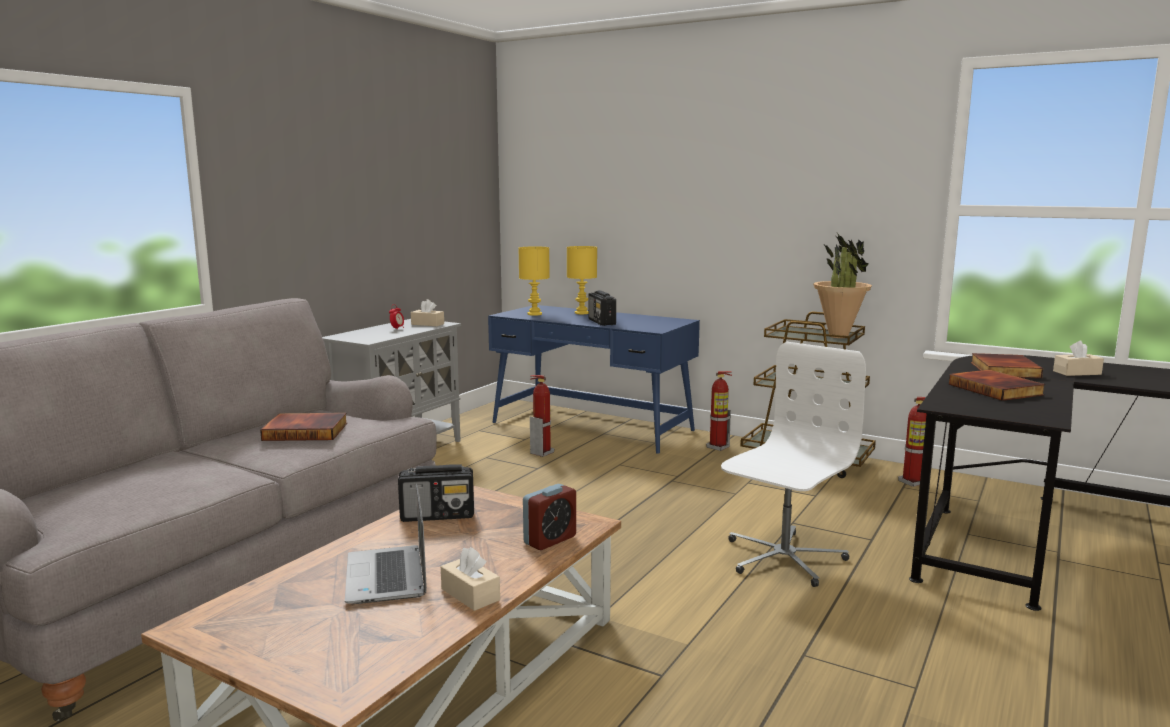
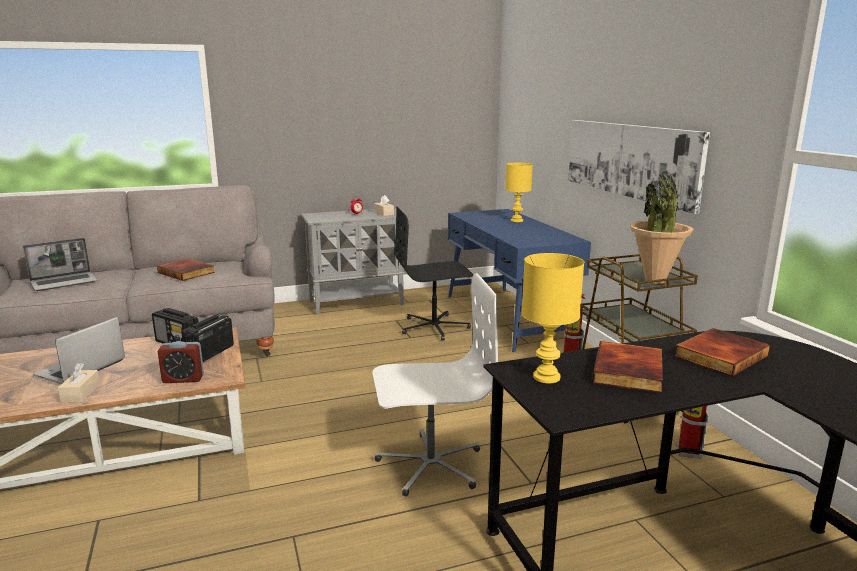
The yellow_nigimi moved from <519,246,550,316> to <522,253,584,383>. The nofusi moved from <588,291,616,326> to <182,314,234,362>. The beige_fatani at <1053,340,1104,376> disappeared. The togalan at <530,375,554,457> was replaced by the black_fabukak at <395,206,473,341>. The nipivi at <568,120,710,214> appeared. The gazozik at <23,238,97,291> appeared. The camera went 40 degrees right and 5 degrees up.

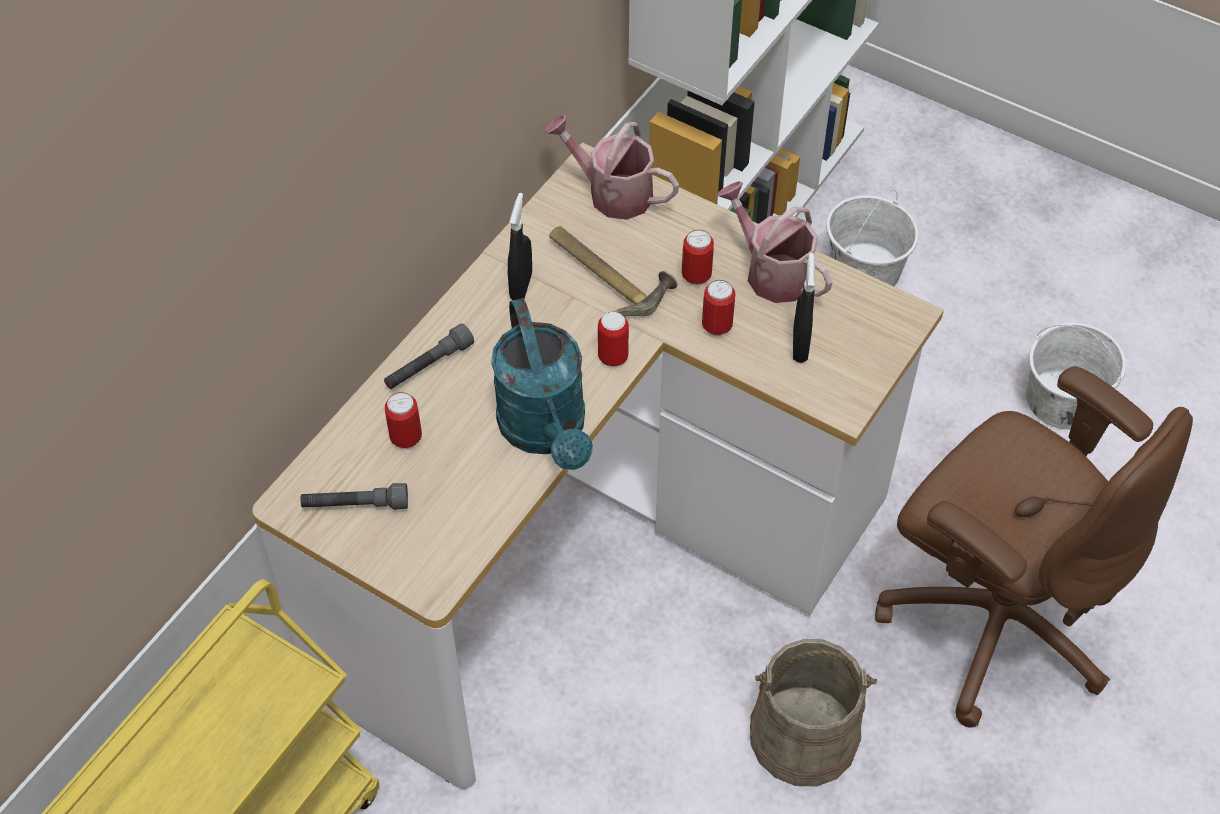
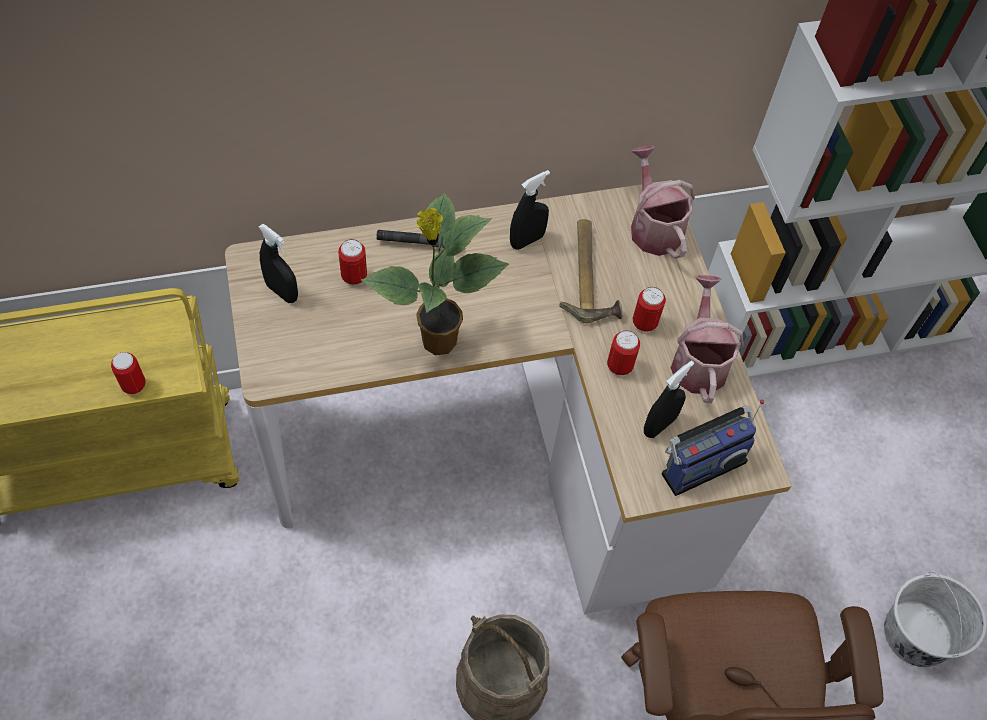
The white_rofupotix at <826,190,919,286> disappeared. The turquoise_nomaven at <491,298,593,470> was replaced by the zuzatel at <361,193,509,355>. The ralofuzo moved from <598,312,629,367> to <111,352,146,395>. The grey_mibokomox at <300,483,408,510> was replaced by the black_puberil at <259,224,298,303>. The nofusi at <662,400,765,496> appeared. The camera went 40 degrees right and 5 degrees up.

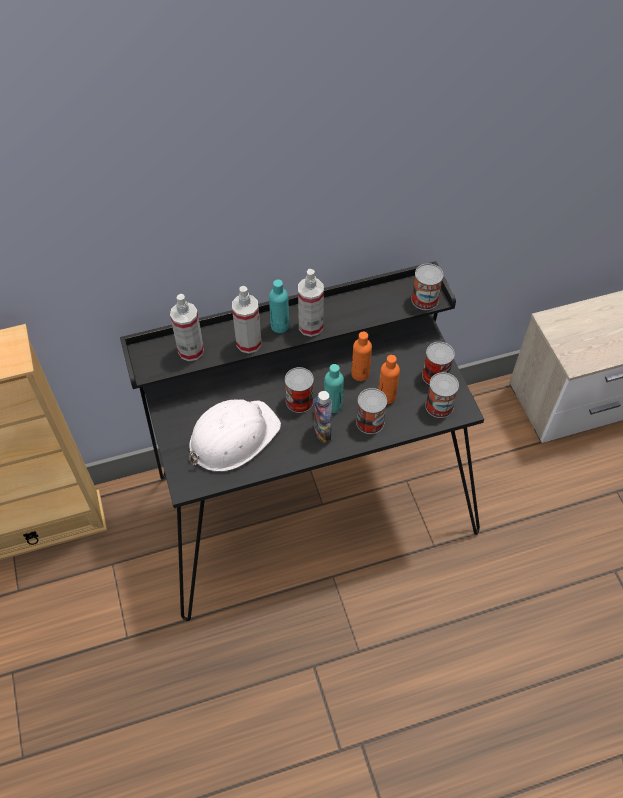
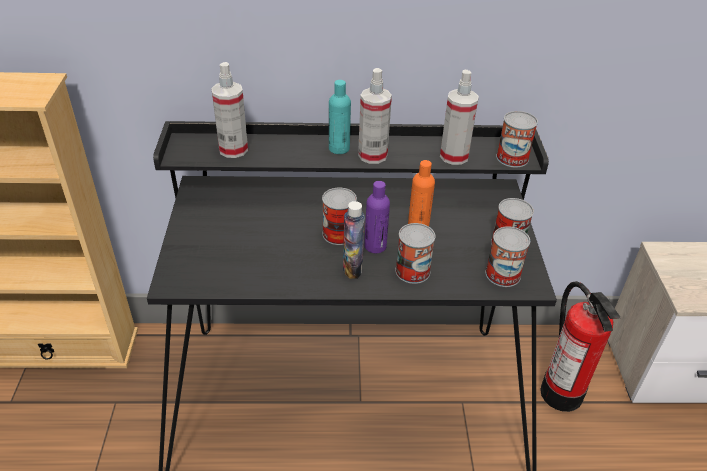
The puberil moved from <232,286,261,353> to <440,70,479,165>. The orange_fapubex at <378,355,400,404> disappeared. The turquoise_fapubex at <324,364,344,413> became the purple_fapubex at <364,181,390,253>. The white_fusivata at <189,399,281,472> disappeared. The togalan at <540,281,621,412> appeared. The camera went 15 degrees right and 15 degrees down.

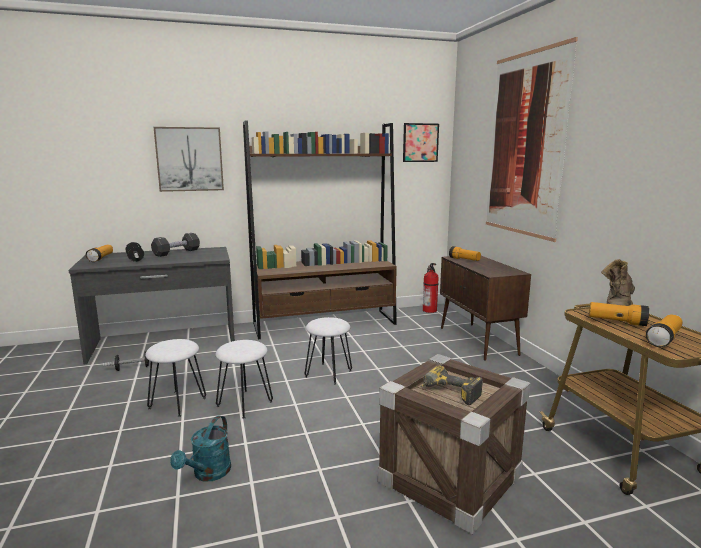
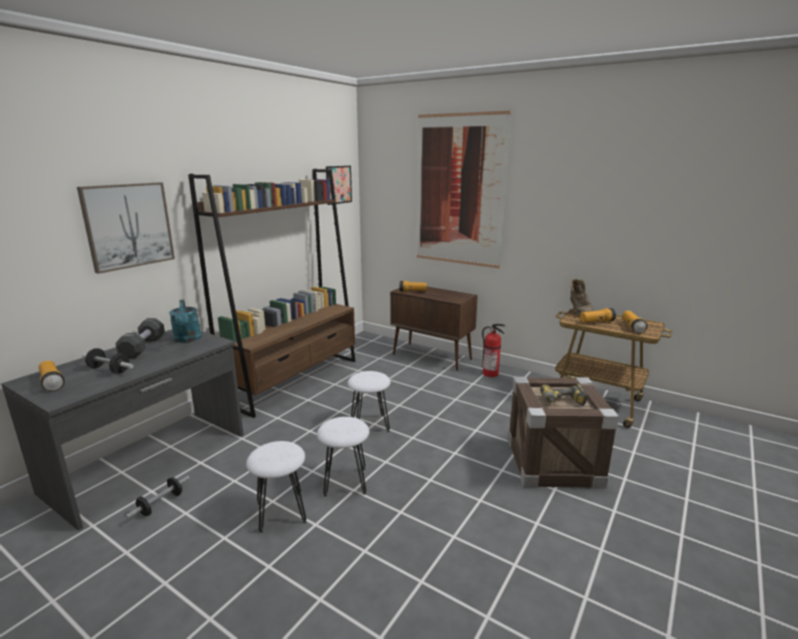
The togalan moved from <423,263,439,313> to <482,324,505,377>. The turquoise_nomaven moved from <170,415,231,482> to <169,300,202,343>. The camera went 40 degrees left and 5 degrees up.

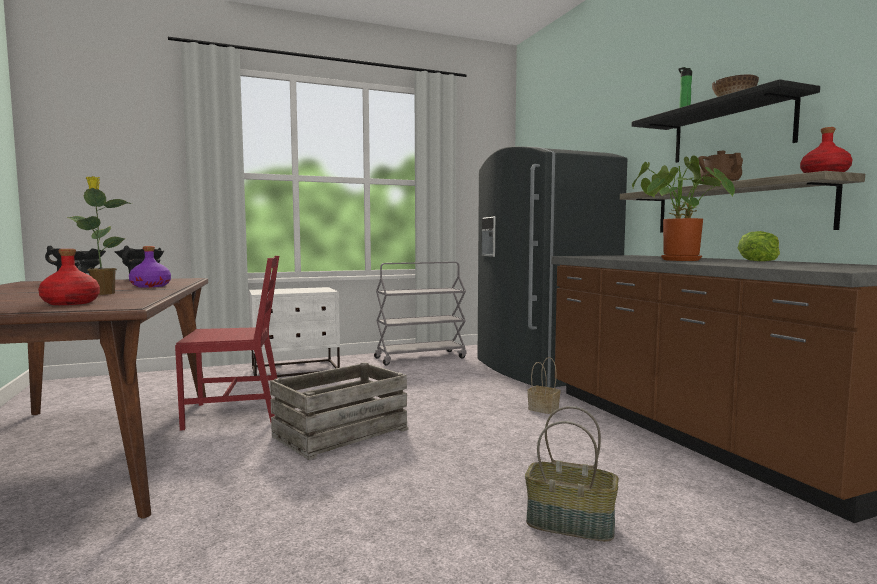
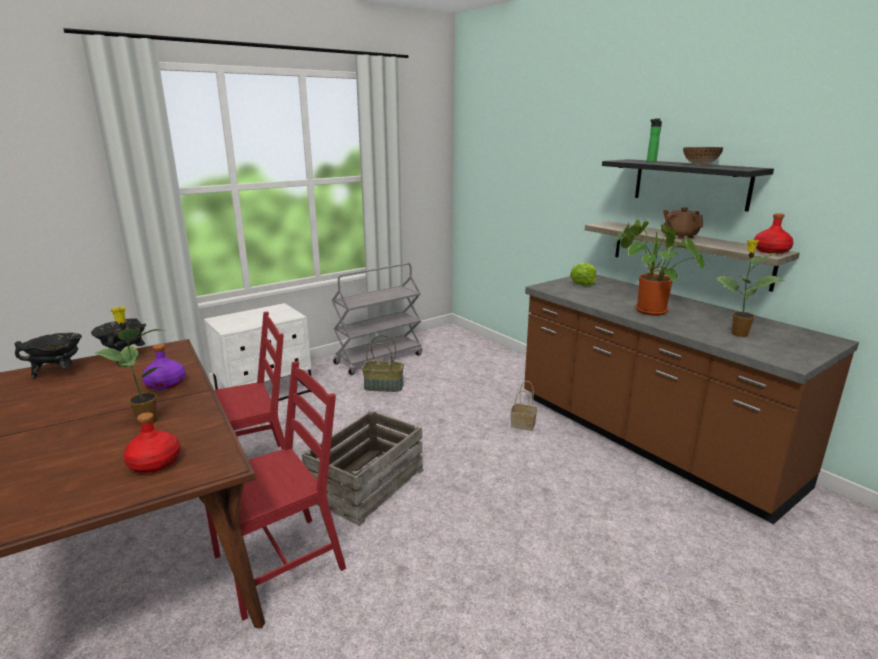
The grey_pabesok at <478,146,627,388> disappeared. The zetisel moved from <738,231,780,261> to <570,263,597,286>. The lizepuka moved from <525,406,619,542> to <362,335,404,392>. The zuzatel at <715,239,785,337> appeared. The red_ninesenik at <205,361,346,621> appeared. The camera went 15 degrees left and 15 degrees up.

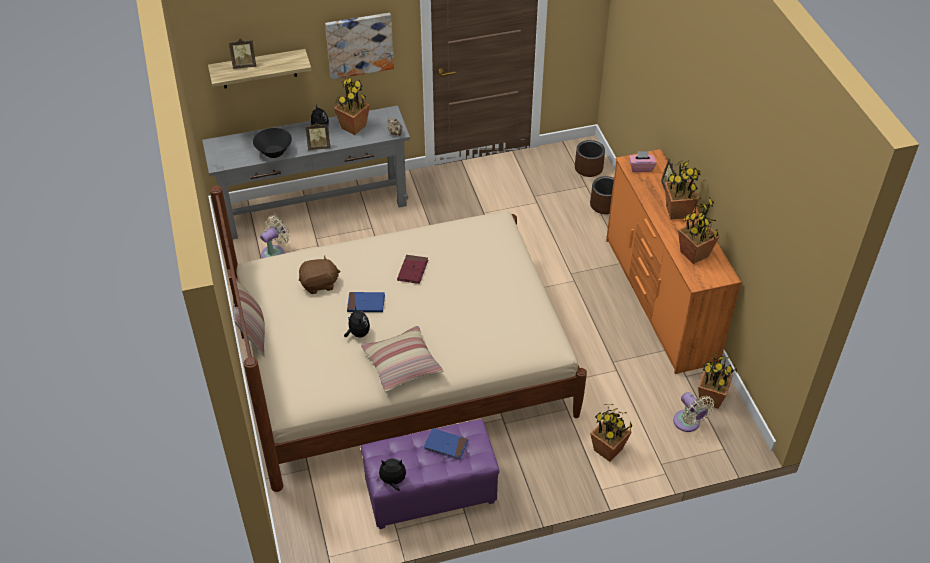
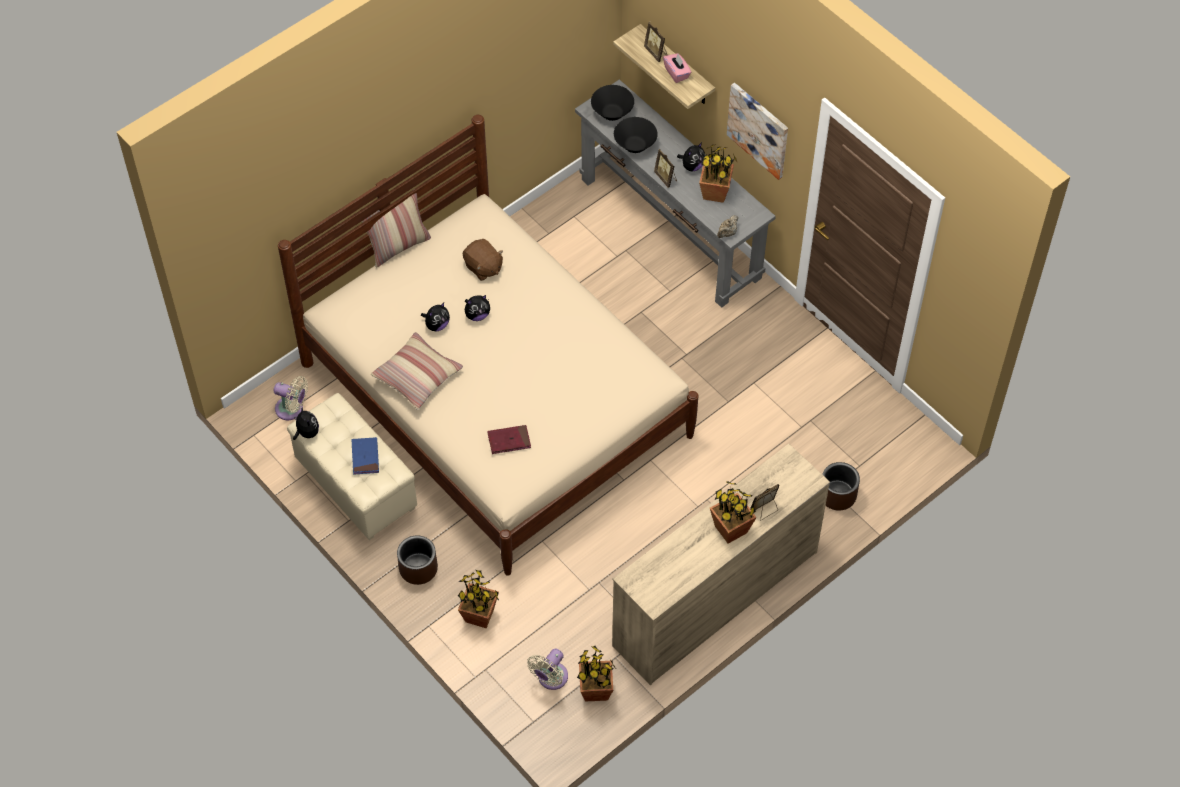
The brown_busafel moved from <575,140,605,177> to <397,535,438,585>. The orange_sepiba at <606,149,741,374> became the beige_sepiba at <612,444,830,685>. The pink_fatani moved from <629,151,656,172> to <663,53,692,83>. The zuzatel at <678,197,720,264> disappeared. The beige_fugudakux moved from <260,215,290,258> to <274,376,308,420>. The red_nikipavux moved from <397,255,428,284> to <487,425,531,454>. The blue_nikipavux at <347,292,385,312> was replaced by the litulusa at <465,295,490,321>. The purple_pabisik at <361,419,499,529> became the beige_pabisik at <287,393,417,540>. The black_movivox at <591,85,634,121> appeared. The camera went 65 degrees right and 10 degrees up.

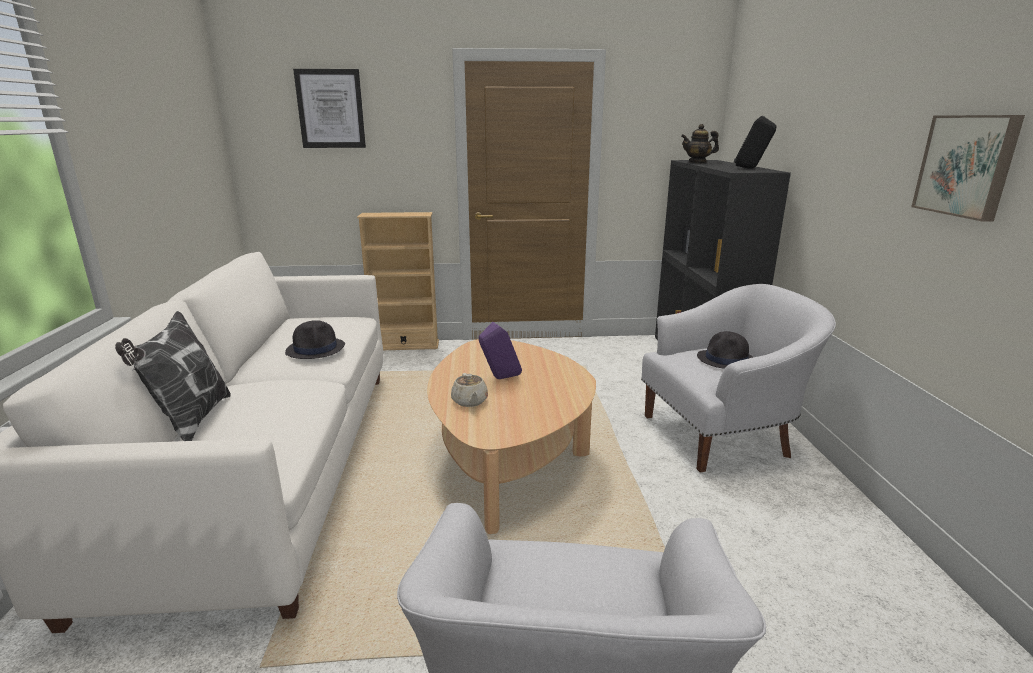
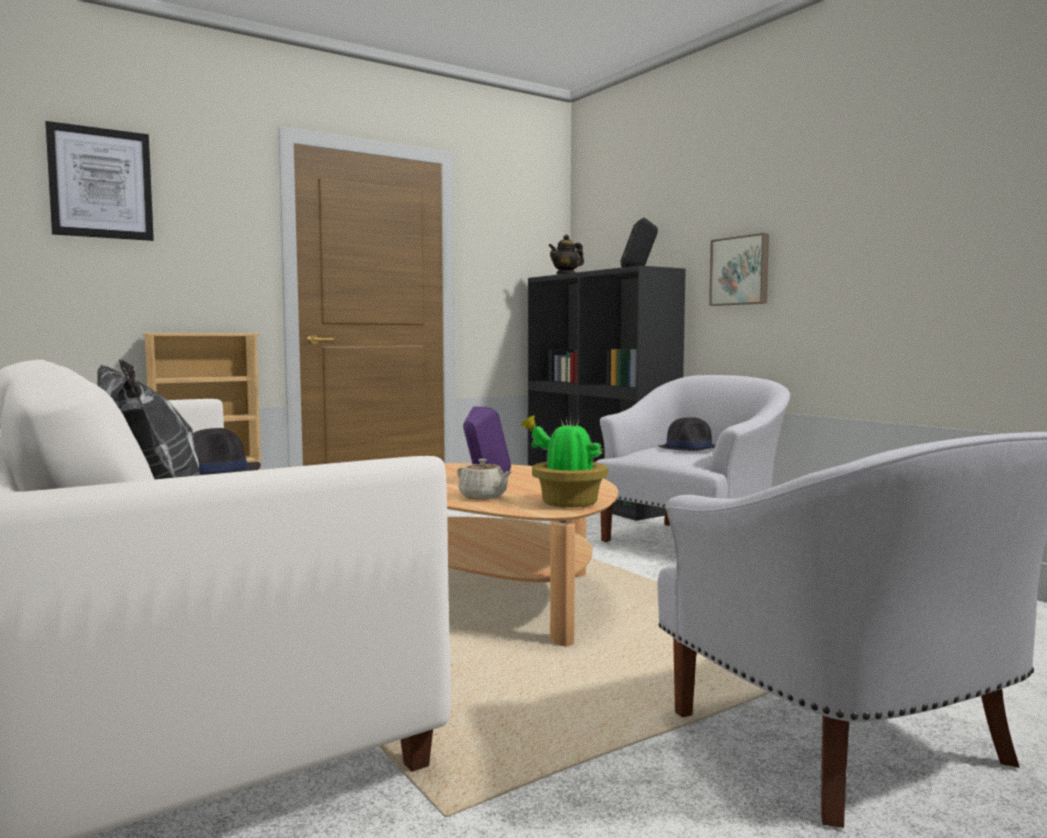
The nipivi moved from <911,115,1025,222> to <709,233,769,306>. The zuzatel at <520,415,608,508> appeared. The camera went 30 degrees left and 15 degrees down.

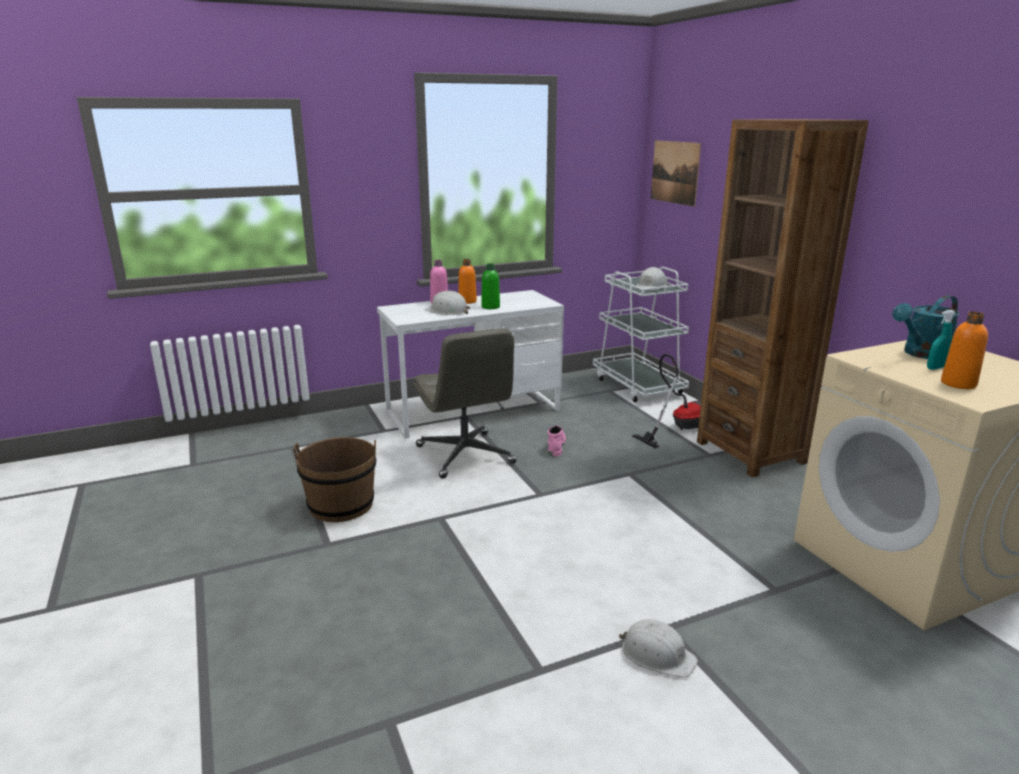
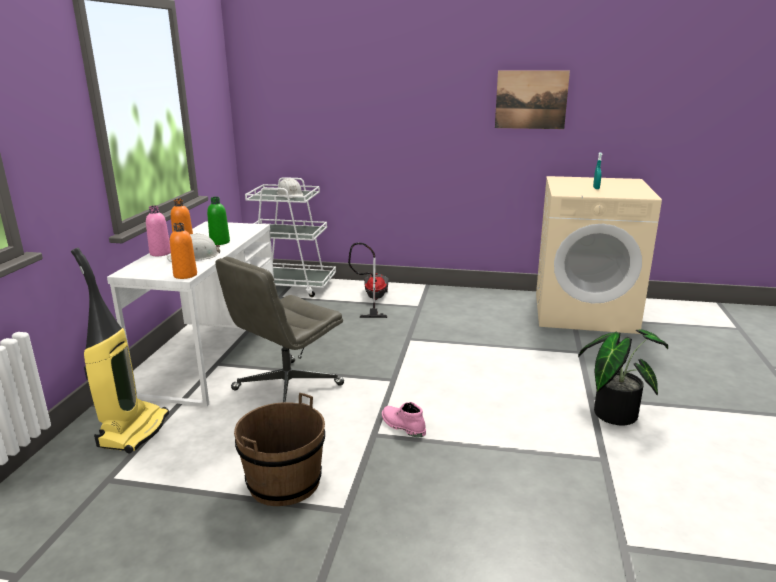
The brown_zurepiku at <697,119,869,477> disappeared. The nipivi moved from <651,140,701,207> to <495,71,570,129>. The turquoise_nomaven at <892,295,960,359> disappeared. The orange_fapubex moved from <941,312,988,389> to <170,222,197,279>. The grey_fabukak at <413,328,517,479> turned 120 degrees clockwise. The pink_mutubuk moved from <548,426,566,456> to <382,402,426,438>. The white_fusivata at <619,619,698,678> was replaced by the zuzatel at <578,329,668,425>. The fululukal at <71,248,169,454> appeared. The camera went 55 degrees left and 0 degrees up.

